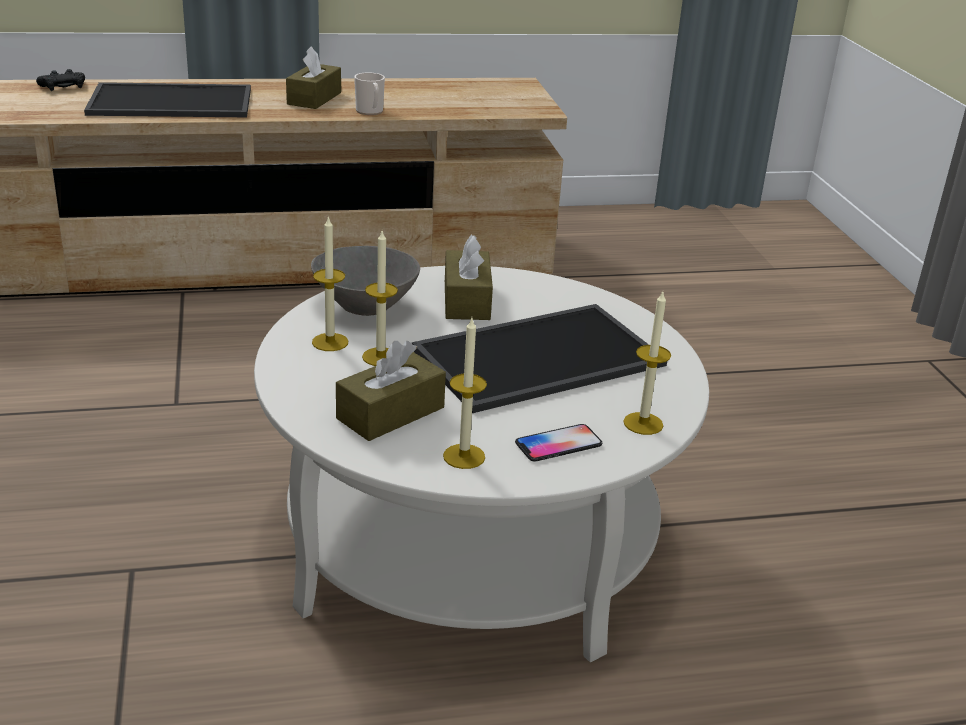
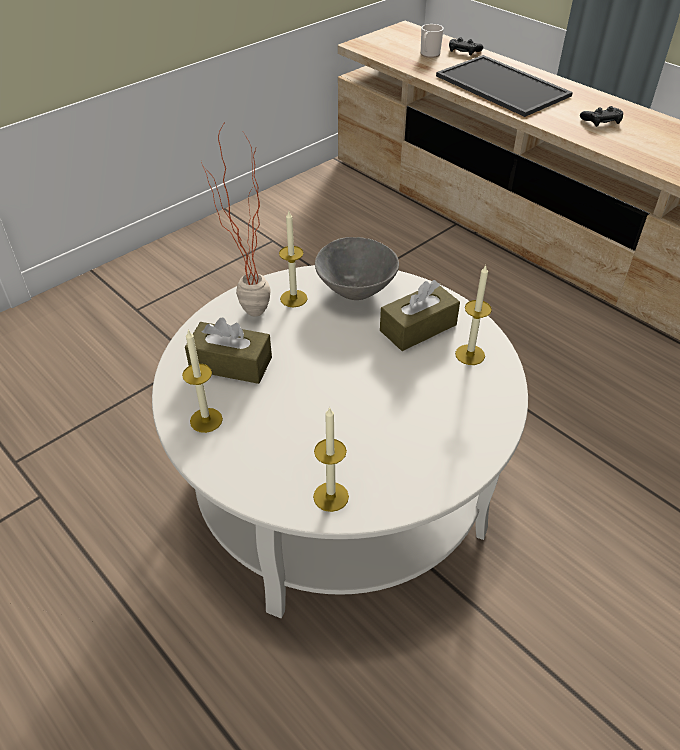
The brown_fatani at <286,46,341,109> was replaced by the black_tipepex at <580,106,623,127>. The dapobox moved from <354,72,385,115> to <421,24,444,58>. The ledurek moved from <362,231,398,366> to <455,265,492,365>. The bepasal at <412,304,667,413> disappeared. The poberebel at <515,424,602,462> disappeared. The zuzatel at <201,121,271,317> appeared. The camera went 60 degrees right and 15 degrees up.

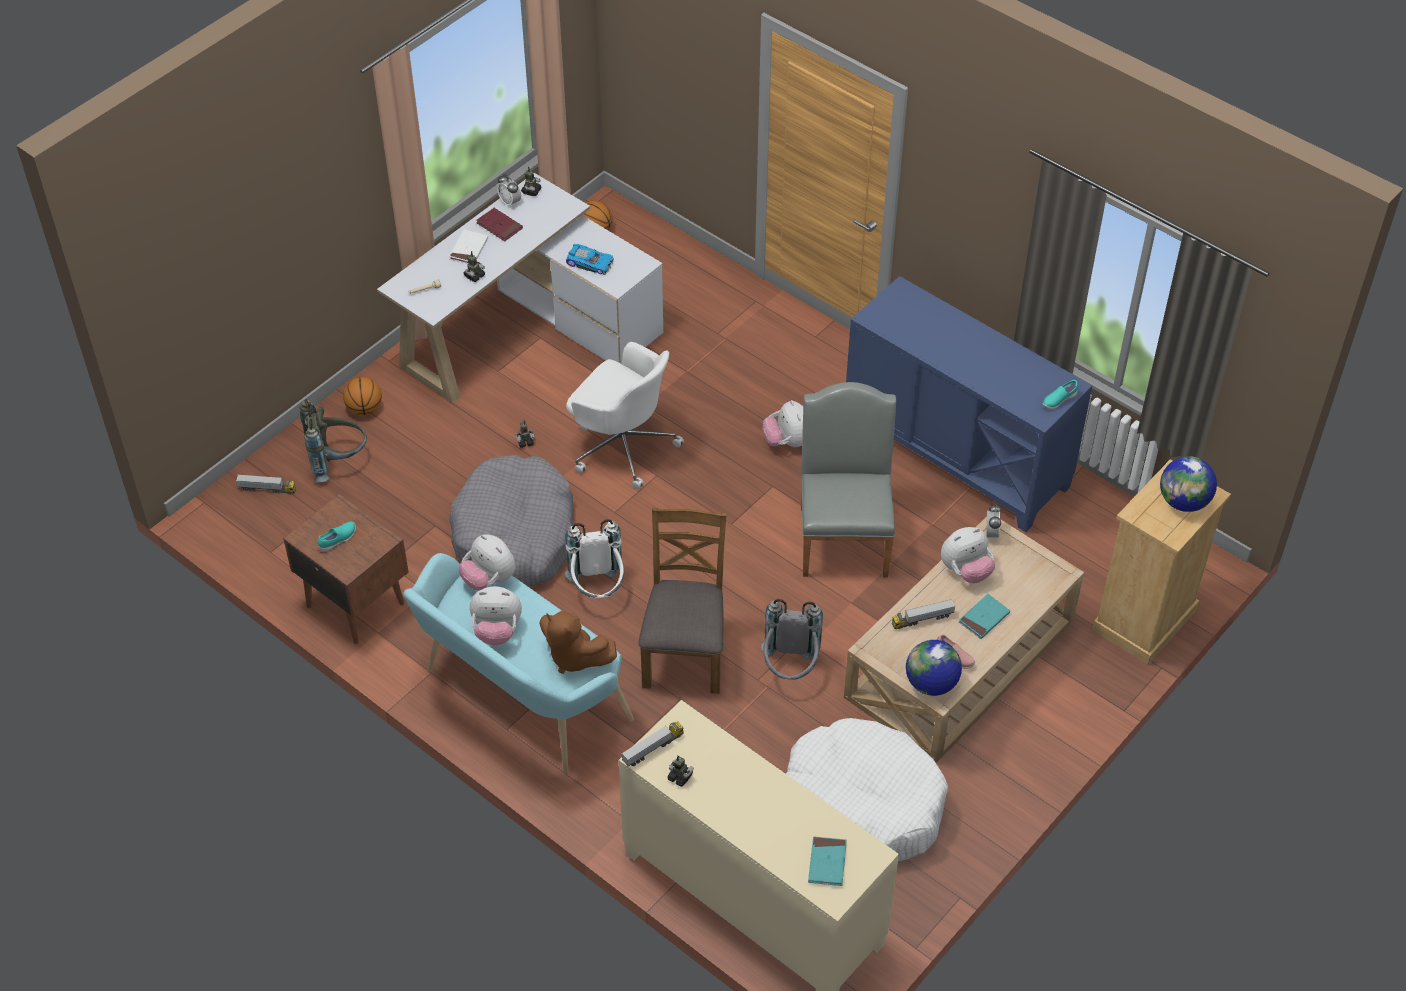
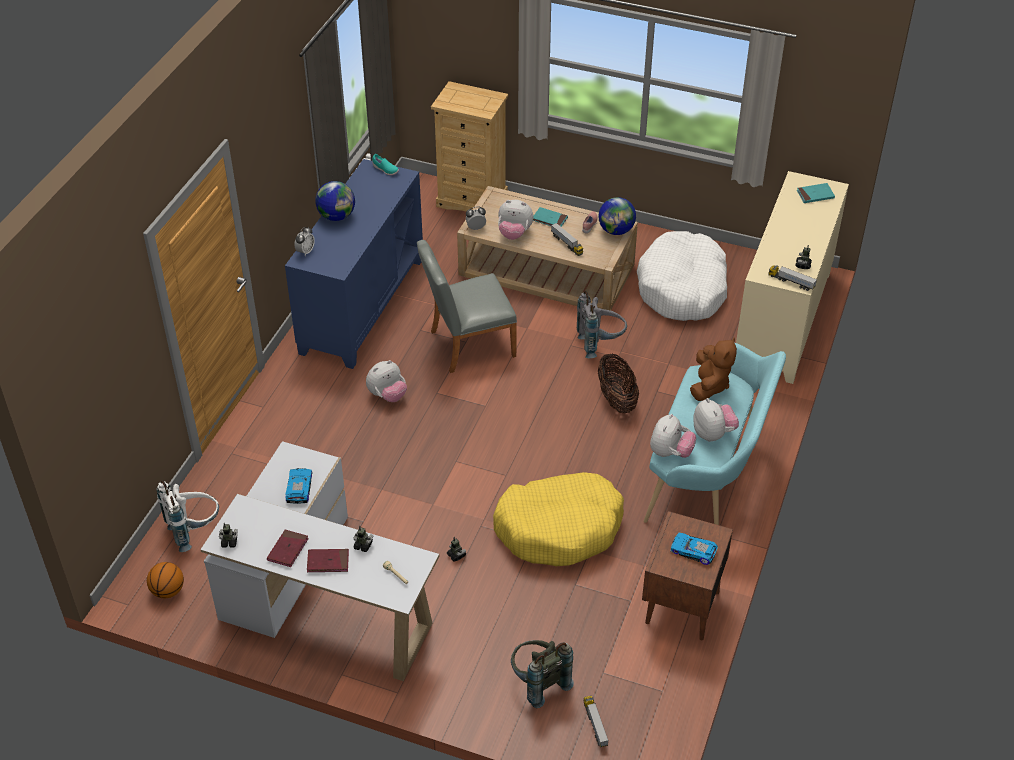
The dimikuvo moved from <497,174,521,208> to <294,227,315,256>. The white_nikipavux at <449,230,488,264> became the red_nikipavux at <307,549,349,572>. The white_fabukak at <566,342,684,489> disappeared. The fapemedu at <343,377,382,415> disappeared. The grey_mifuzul at <449,455,574,586> became the yellow_mifuzul at <493,472,624,566>. The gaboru moved from <1160,456,1217,512> to <315,181,355,221>. The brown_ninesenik at <638,508,727,694> was replaced by the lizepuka at <598,353,639,413>. The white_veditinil moved from <565,519,624,598> to <156,480,219,552>. The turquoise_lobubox at <318,521,356,552> was replaced by the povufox at <670,533,718,565>. The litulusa at <941,527,995,583> turned 150 degrees clockwise. The camera went 110 degrees left and 5 degrees down.

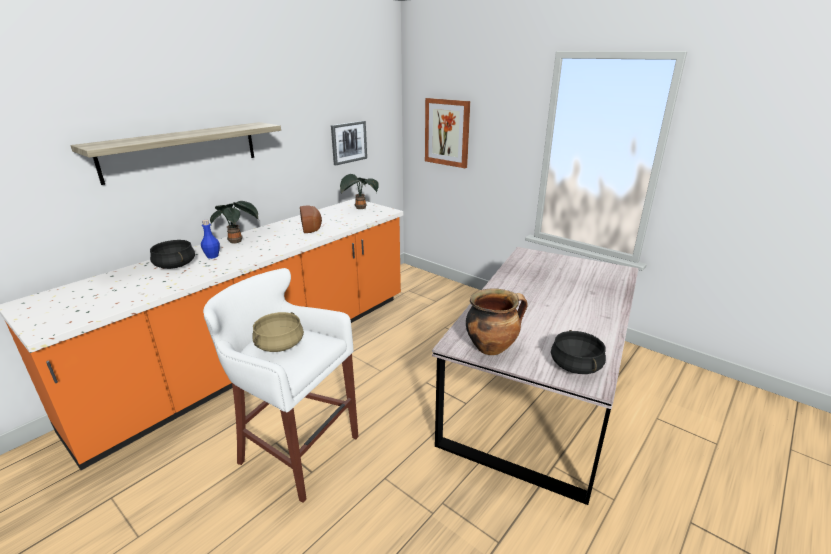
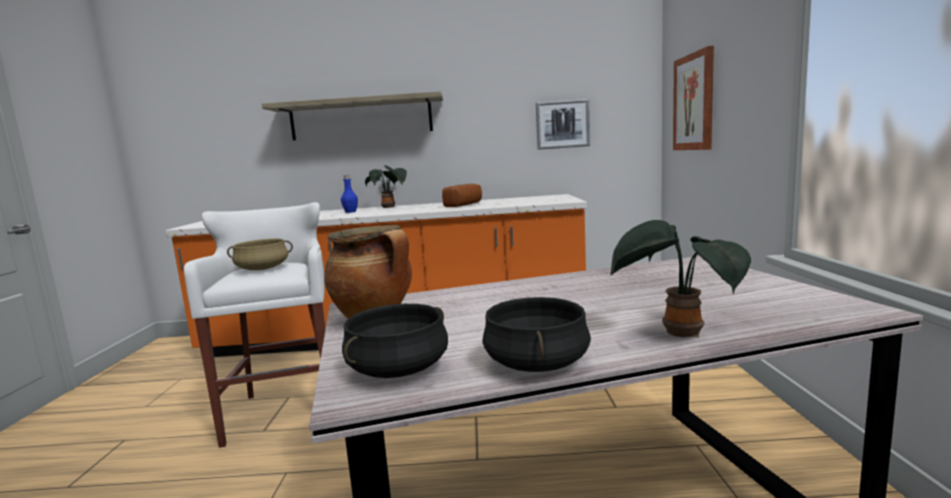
The zuzatel moved from <340,174,379,209> to <609,220,751,338>. The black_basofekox moved from <150,240,195,269> to <483,297,591,372>. The camera went 50 degrees right and 15 degrees down.

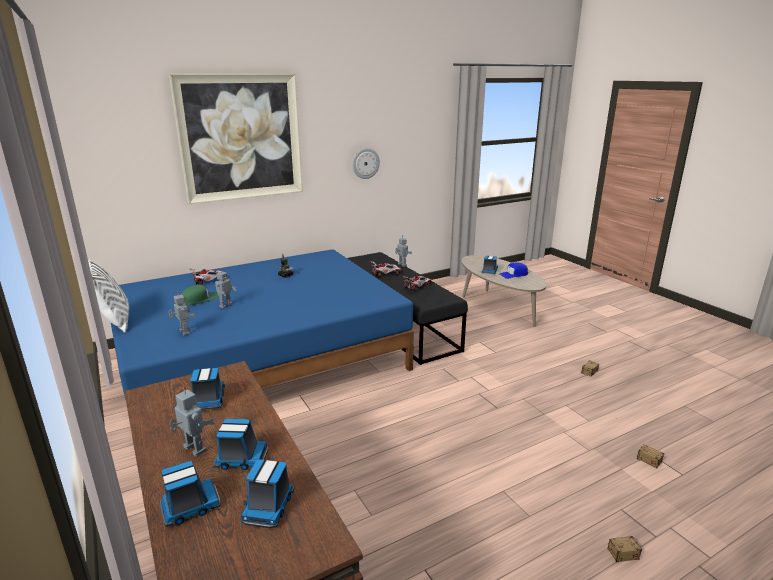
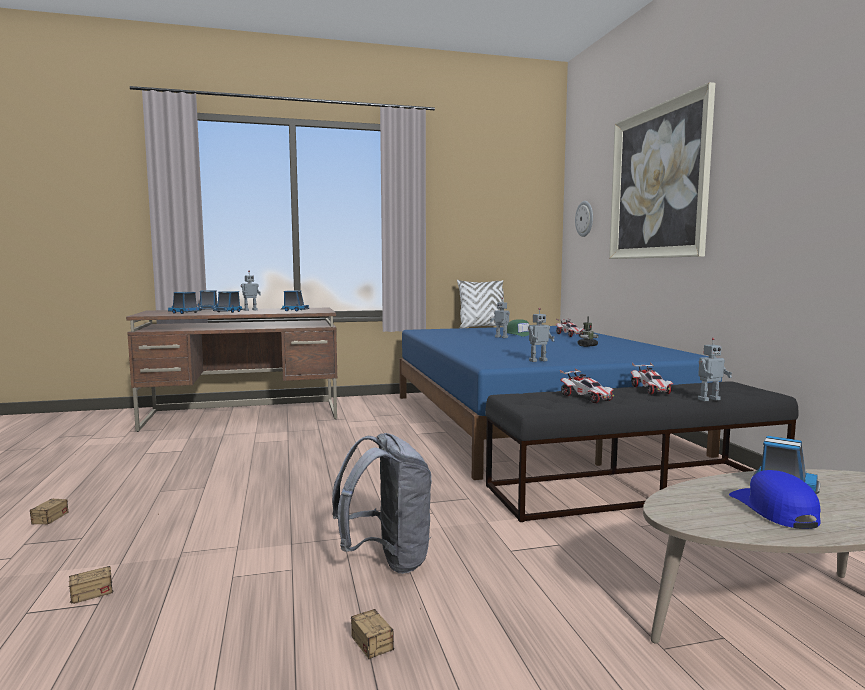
The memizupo moved from <352,148,380,179> to <575,201,593,237>. The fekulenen moved from <168,291,195,336> to <528,308,555,362>. The grey_veditinil at <332,433,432,574> appeared. The camera went 105 degrees right and 15 degrees down.

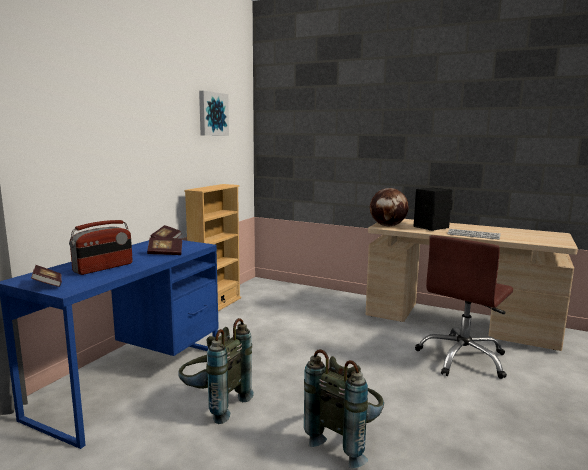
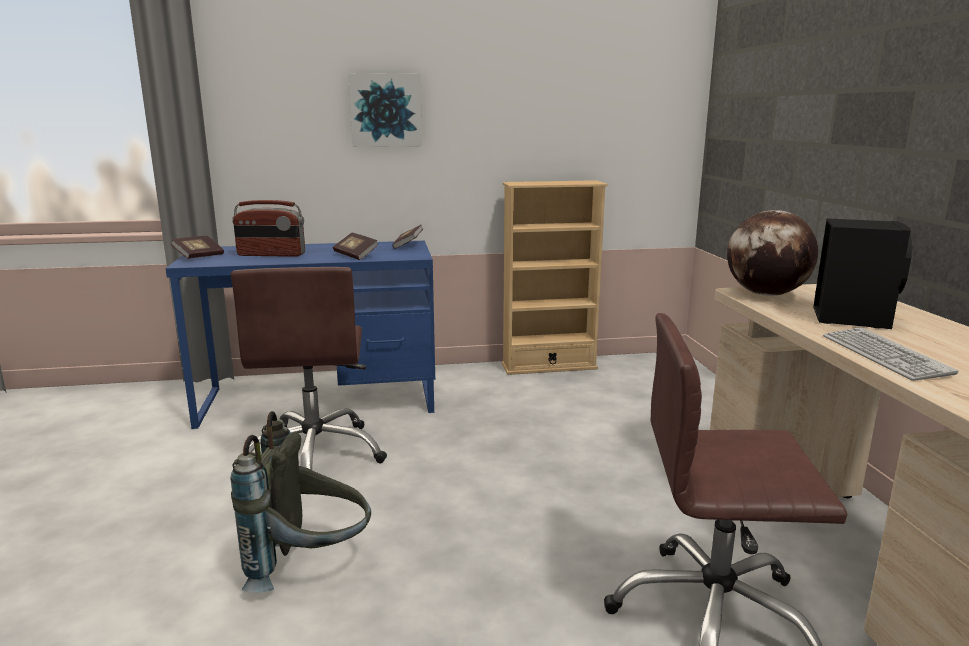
The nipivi moved from <199,91,229,136> to <349,73,422,147>. The grey_veditinil at <178,318,254,424> was replaced by the brown_fabukak at <231,267,387,470>. The camera went 55 degrees right and 5 degrees up.

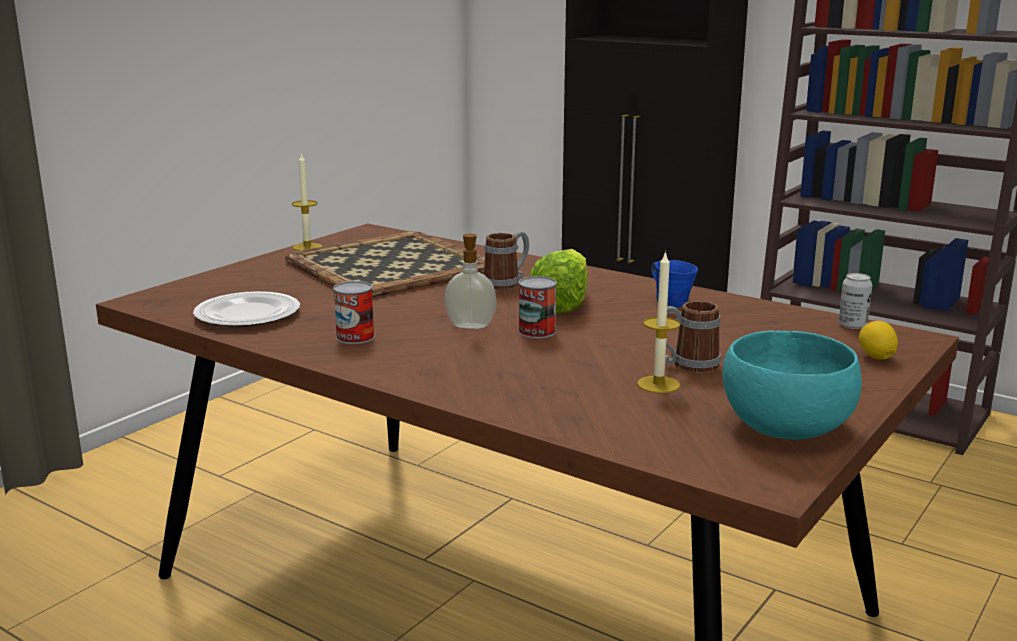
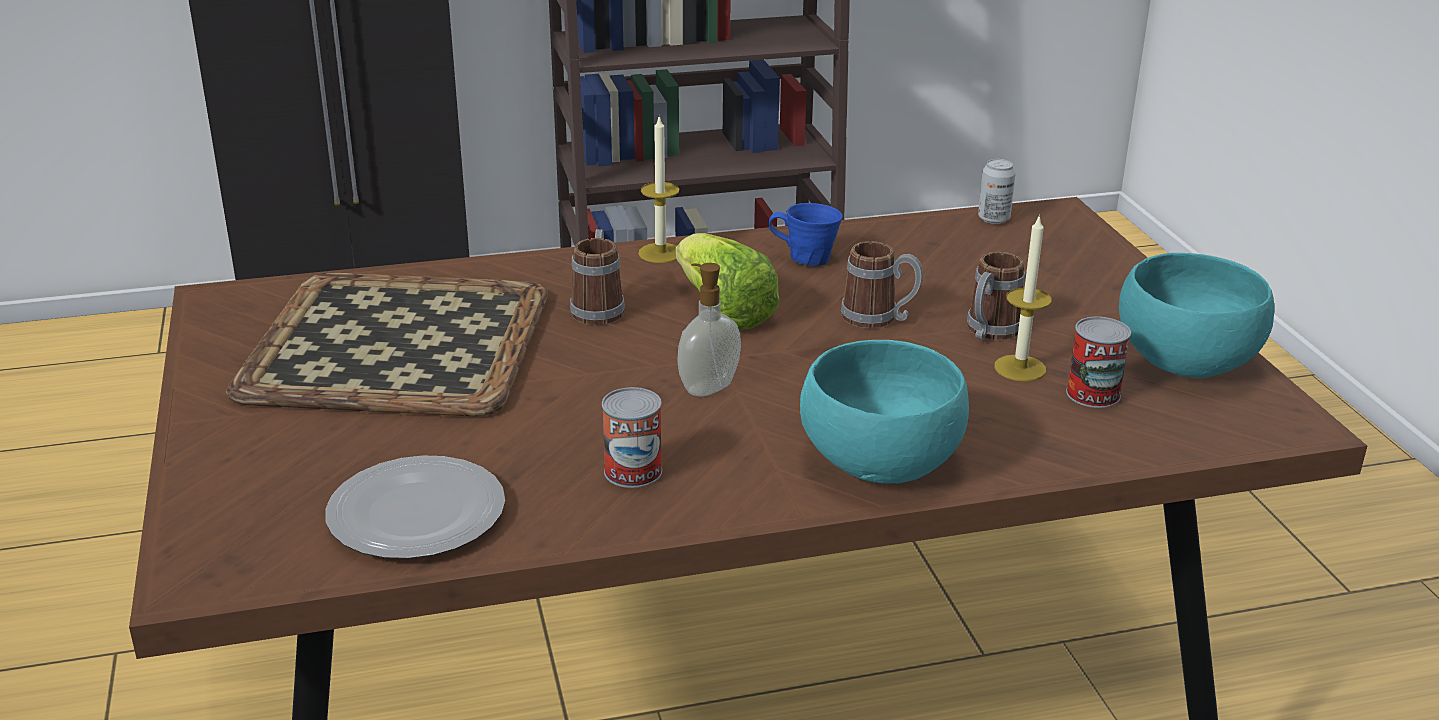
The ledurek moved from <292,152,322,251> to <638,115,679,263>. The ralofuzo moved from <518,276,557,338> to <1066,317,1131,408>. The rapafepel at <859,321,898,360> disappeared. The dapobox at <841,241,923,328> appeared. The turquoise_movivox at <800,340,969,484> appeared. The camera went 50 degrees left and 10 degrees up.

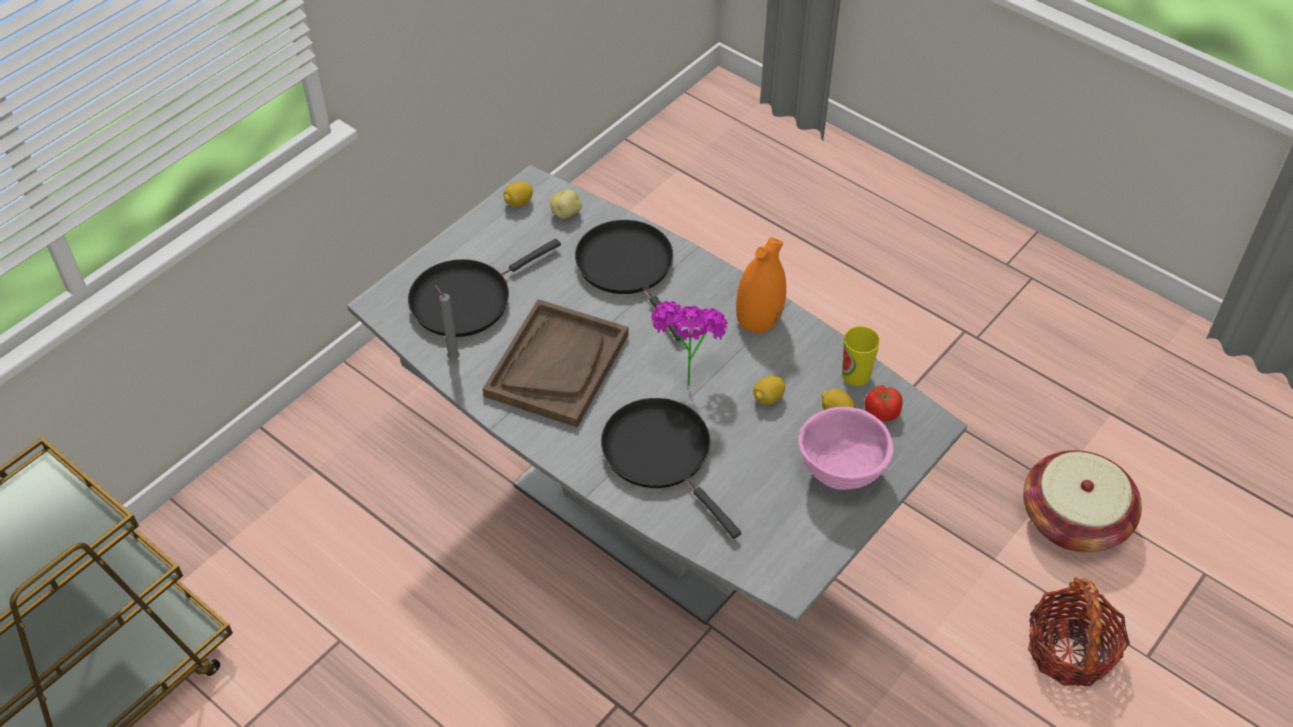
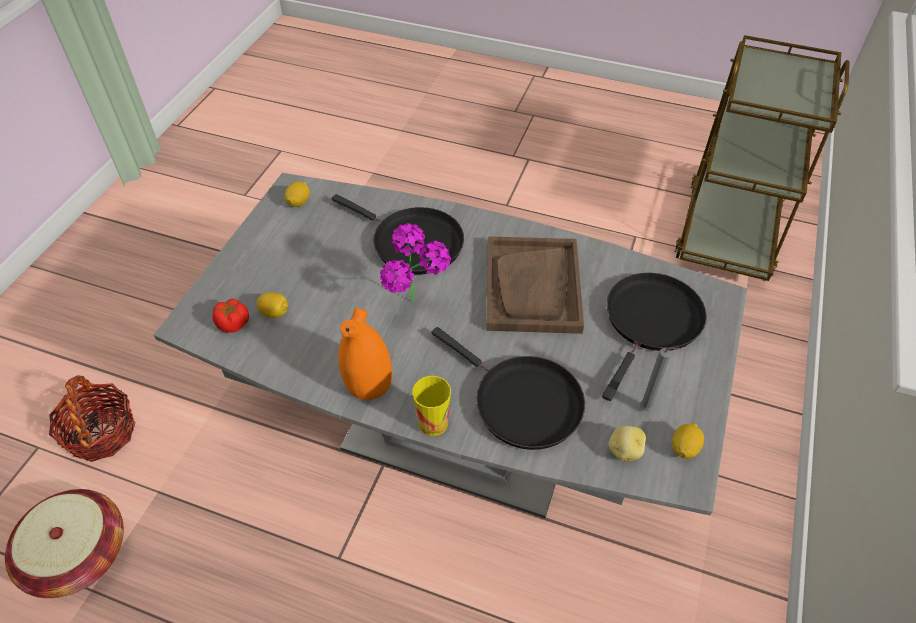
The grey_ledurek moved from <435,285,460,360> to <640,347,680,411>. The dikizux moved from <842,326,880,386> to <412,376,451,436>. The rapafepel moved from <753,376,785,405> to <284,181,310,207>. The pink_movivox at <798,407,894,490> disappeared. The camera went 160 degrees right and 0 degrees up.

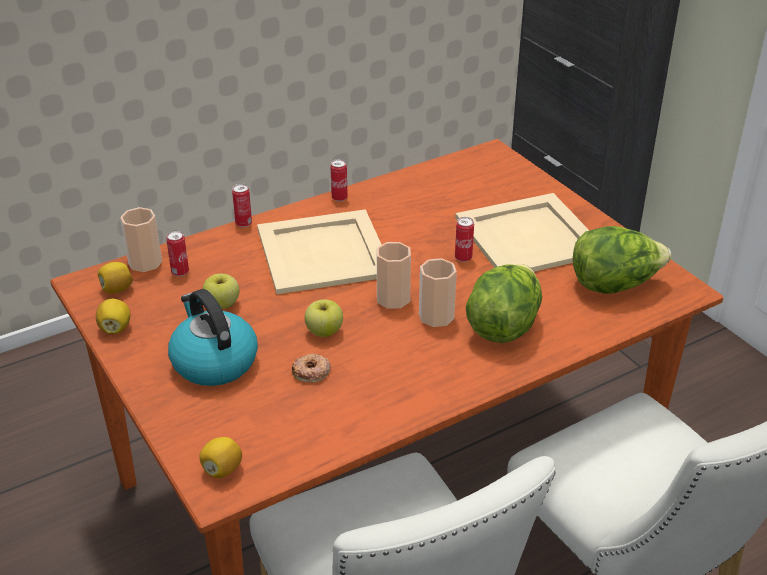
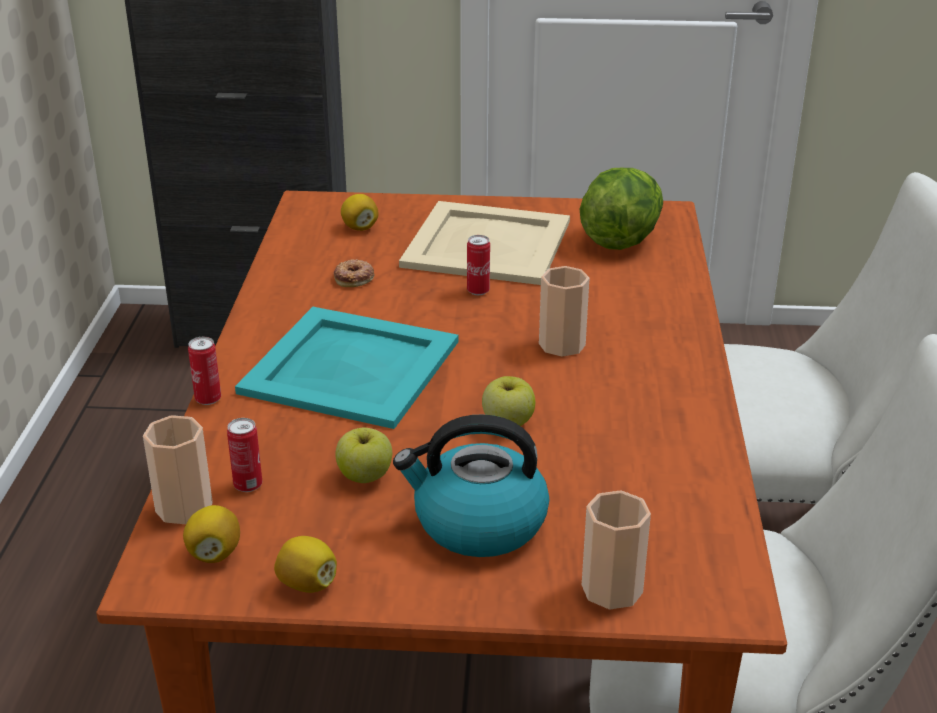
The ralofuzo at <330,159,348,201> disappeared. The beige_bepasal at <257,209,382,294> became the turquoise_bepasal at <235,307,459,429>. The dikizux moved from <377,242,411,309> to <582,491,651,609>. The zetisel at <466,264,542,343> disappeared. The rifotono moved from <292,354,331,383> to <334,259,375,287>. The rapafepel moved from <199,437,242,478> to <341,194,379,231>. The camera went 55 degrees left and 5 degrees down.

